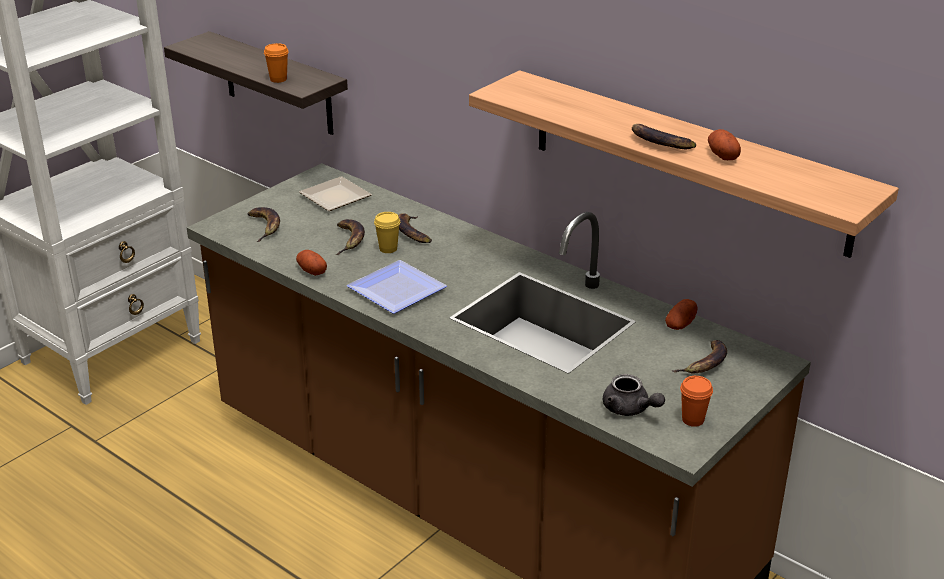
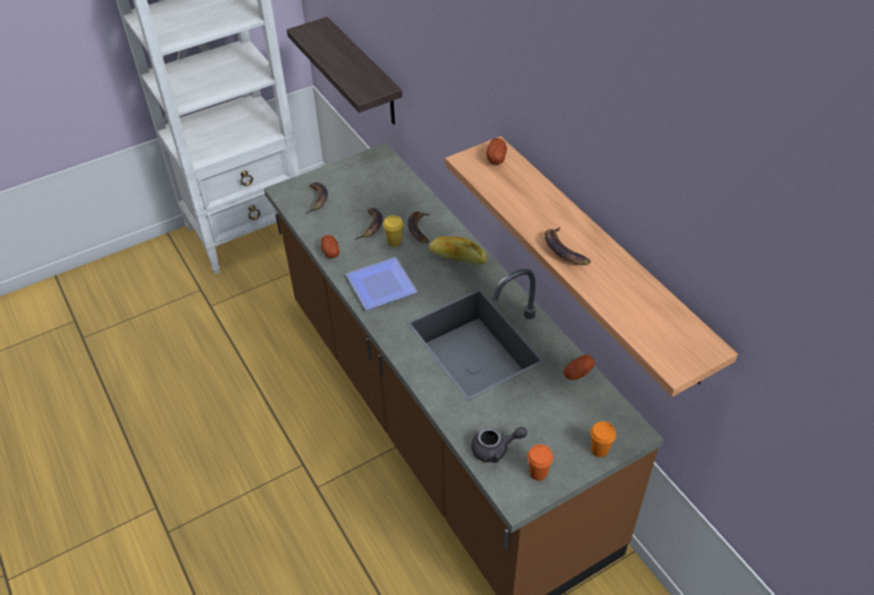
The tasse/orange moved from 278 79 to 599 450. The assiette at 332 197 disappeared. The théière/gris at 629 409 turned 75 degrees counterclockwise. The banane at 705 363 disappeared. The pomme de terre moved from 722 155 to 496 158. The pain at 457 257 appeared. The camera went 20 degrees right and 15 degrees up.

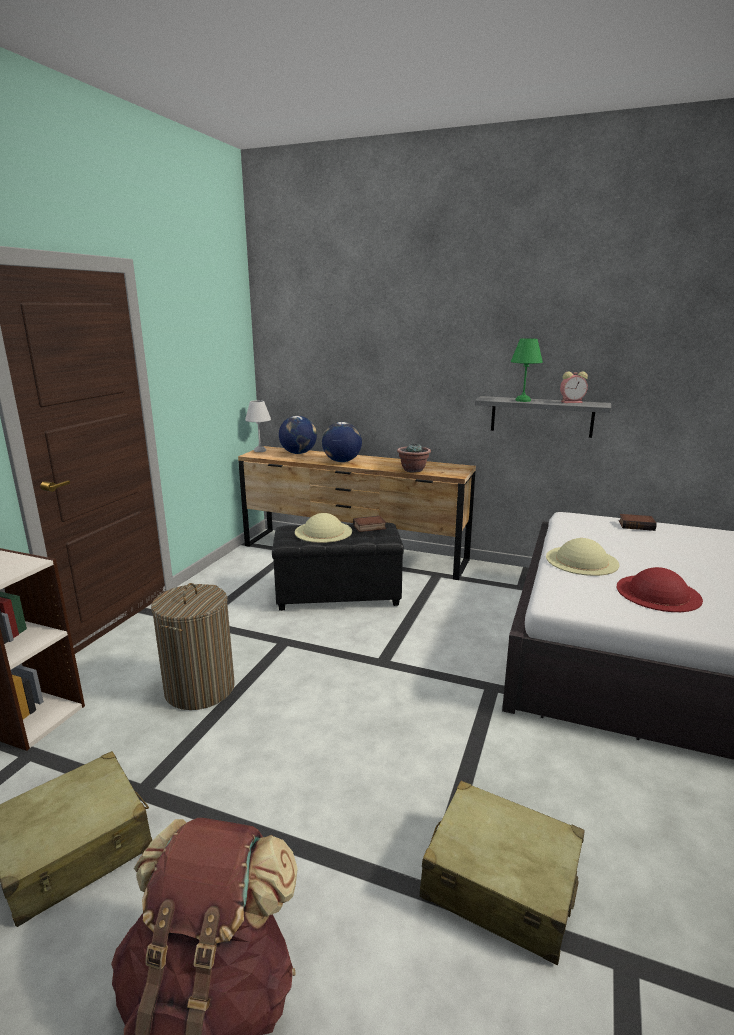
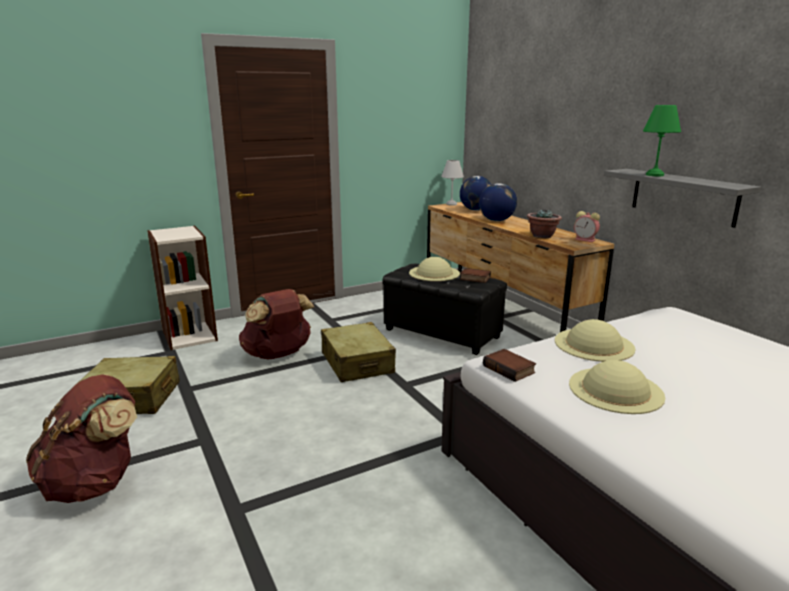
The panier à linge at 199 689 was replaced by the sac à dos/marron at 278 355. The valise/beige moved from 500 883 to 357 363. The réveil moved from 572 402 to 586 240. The chapeau/rouge at 658 593 became the chapeau/beige at 615 390. The livre moved from 636 525 to 510 369. The camera went 40 degrees right and 0 degrees up.

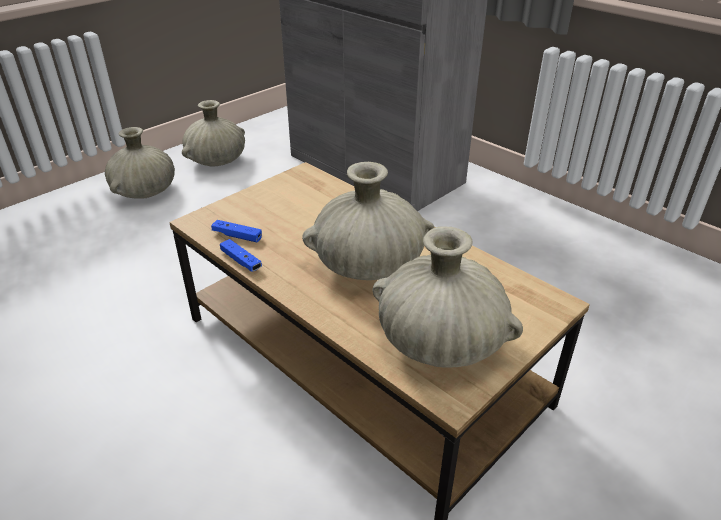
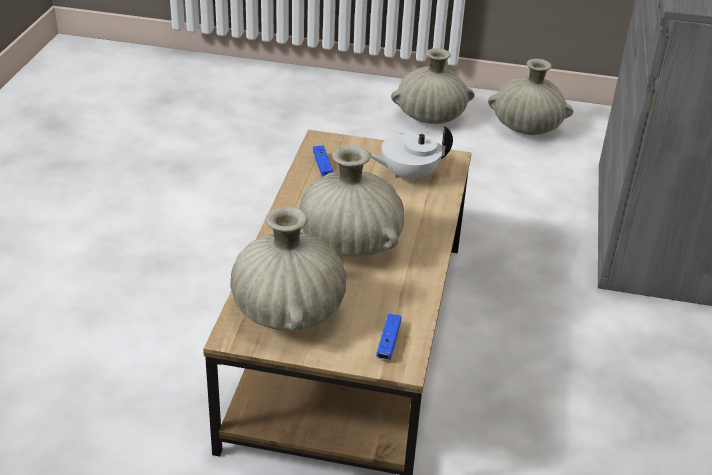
The manette/bleu moved from 241 261 to 388 342. The théière/blanc at 408 175 appeared. The camera went 55 degrees right and 0 degrees up.

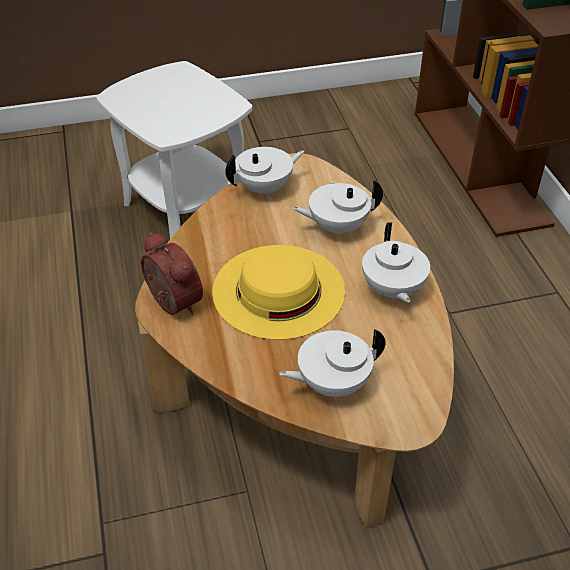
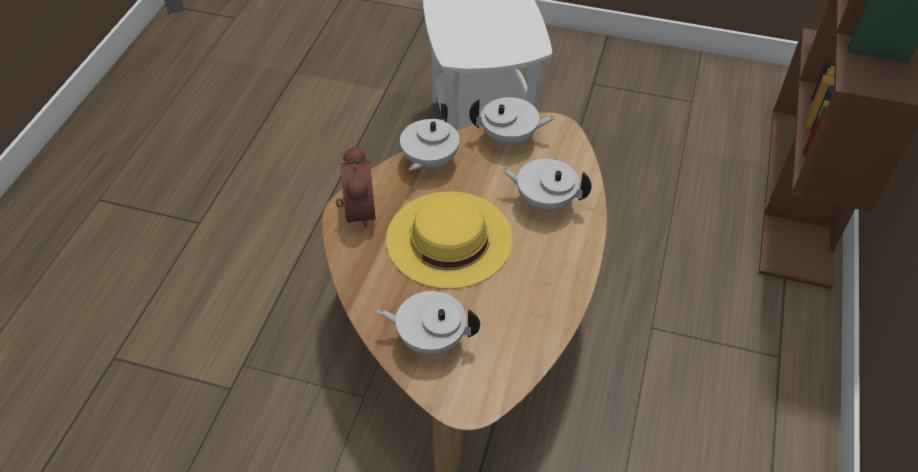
The théière/blanc moved from 392 290 to 429 162. The camera went 30 degrees right and 5 degrees up.

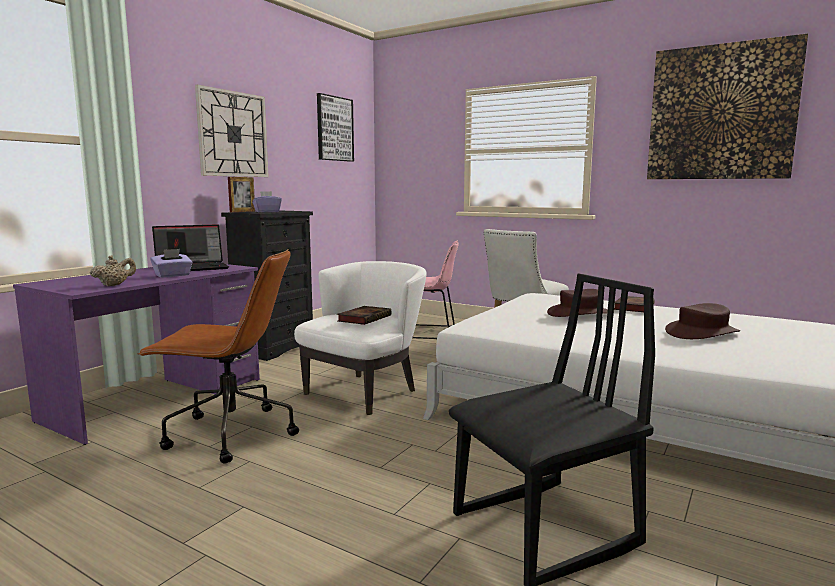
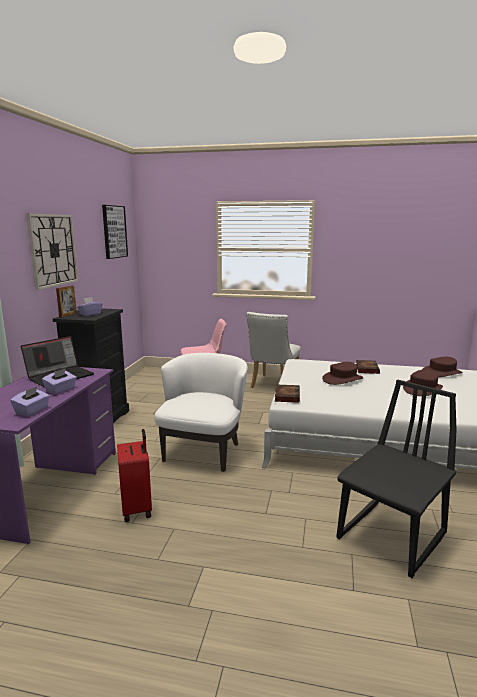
The théière/beige at 114 285 was replaced by the boîte à mouchoirs/violet at 32 411. The chaise de bureau/marron at 229 434 was replaced by the valise/rouge at 137 508. The livre moved from 365 318 to 287 395. The tableau at 721 112 disappeared. The chapeau/marron at 442 373 appeared. The camera went 20 degrees left and 5 degrees up.

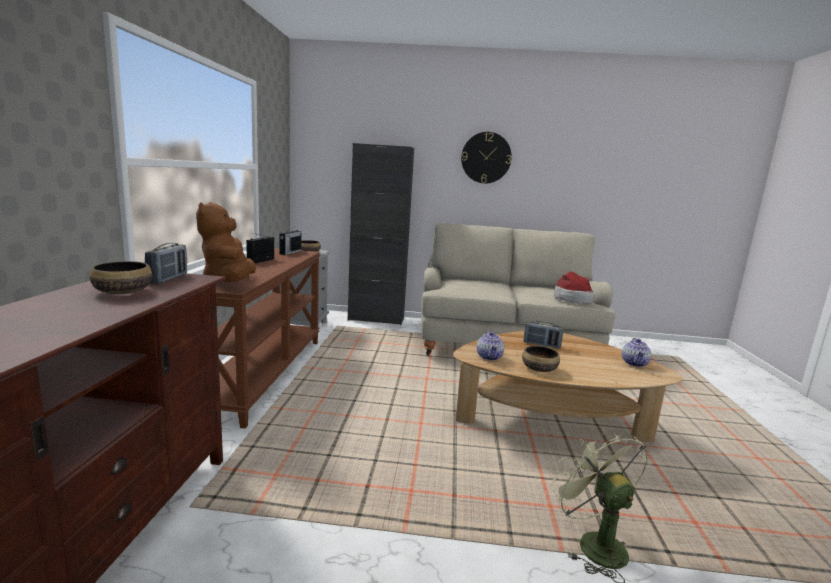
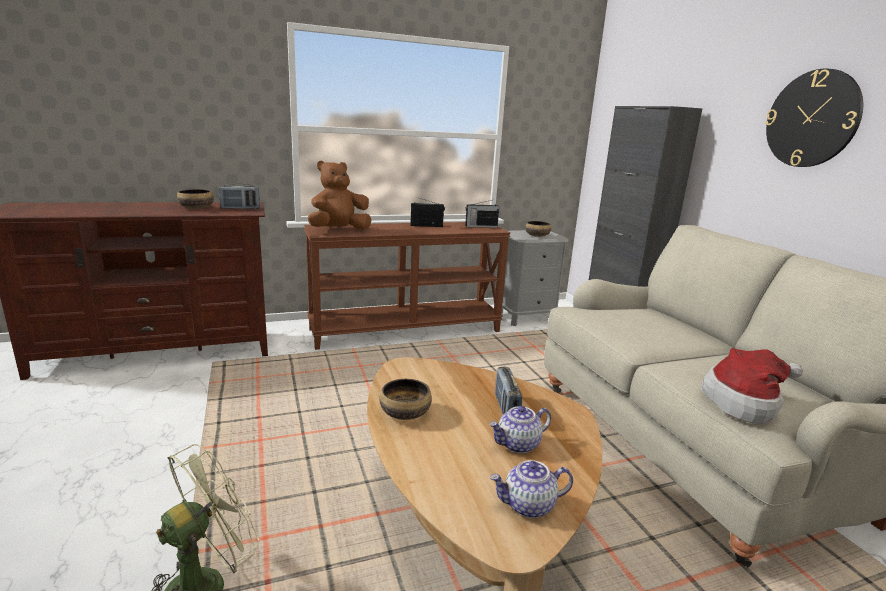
The théière moved from 489 357 to 518 445. The camera went 65 degrees right and 5 degrees up.

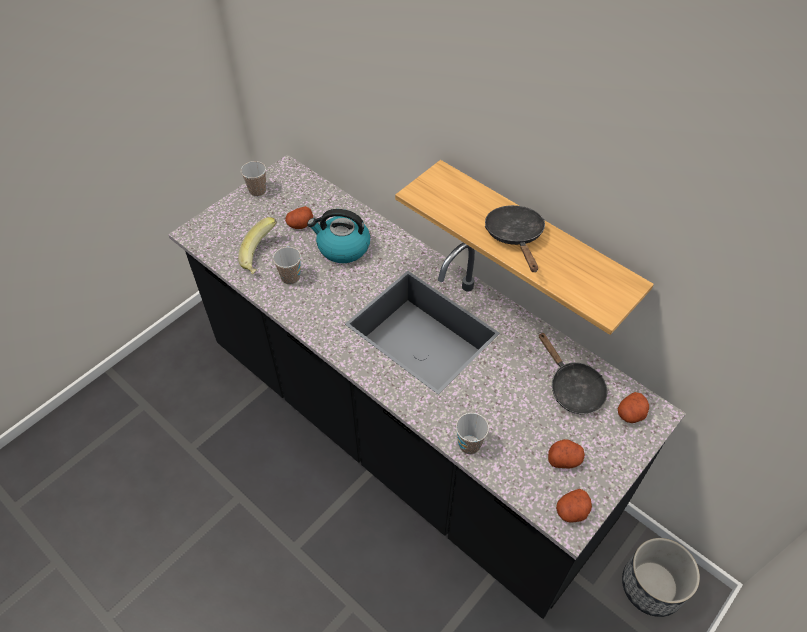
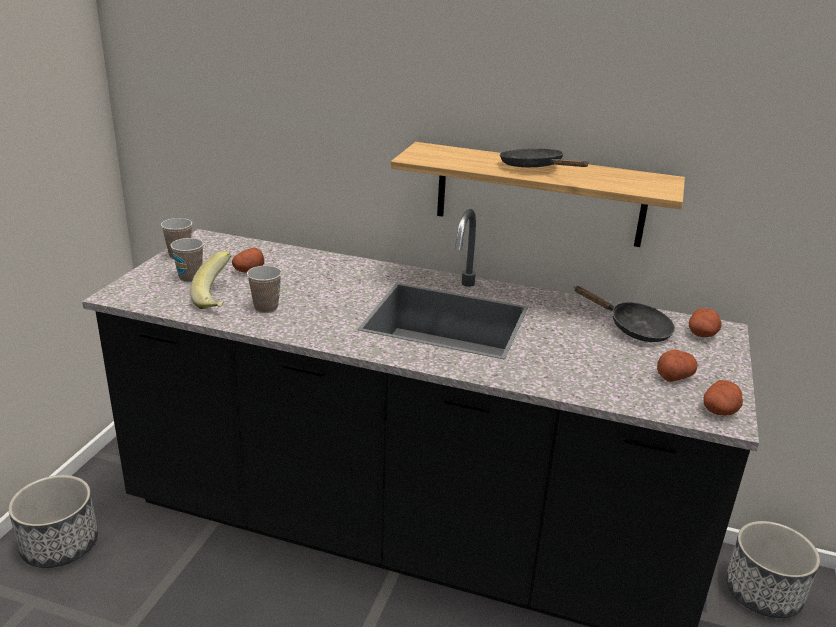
The bouilloire at 342 247 disappeared. The tasse moved from 469 444 to 190 277. The cache-pot at 60 545 appeared. The camera went 25 degrees left and 25 degrees down.

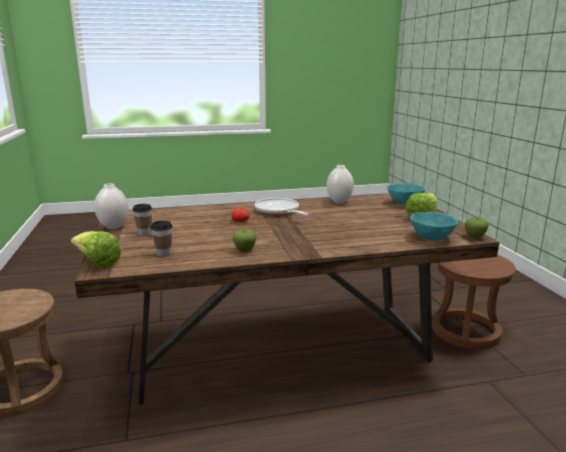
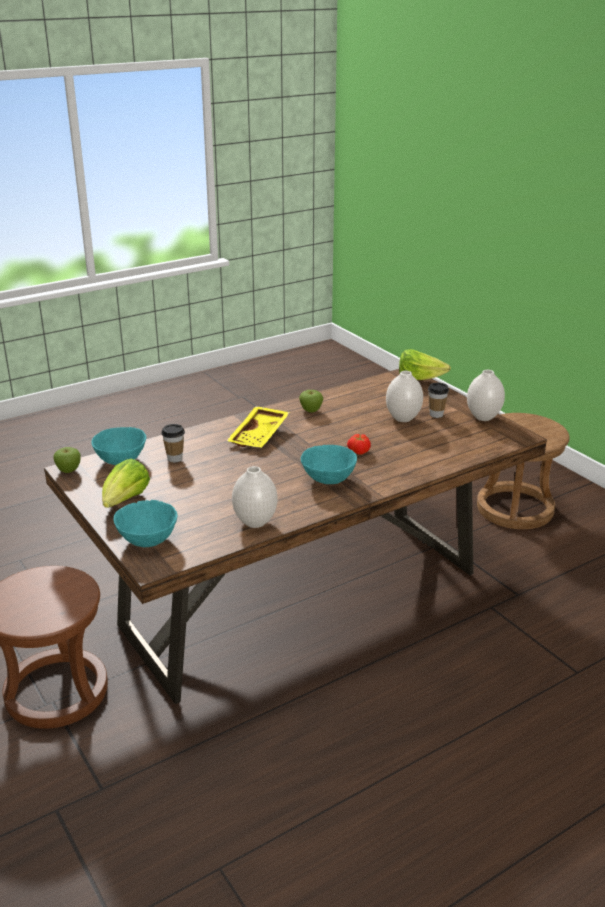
The tasse moved from 163 253 to 175 459. The poêle at 278 211 was replaced by the bol/turquoise at 328 479. The plateau/jaune at 260 435 appeared. The vase/blanc at 403 418 appeared. The camera went 160 degrees right and 10 degrees up.

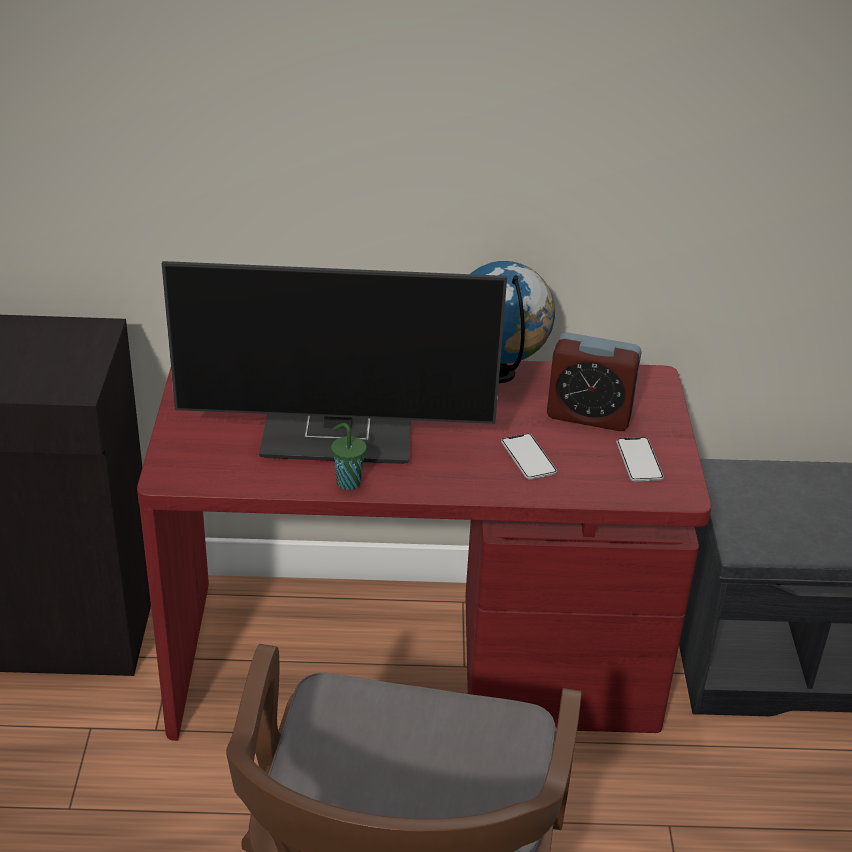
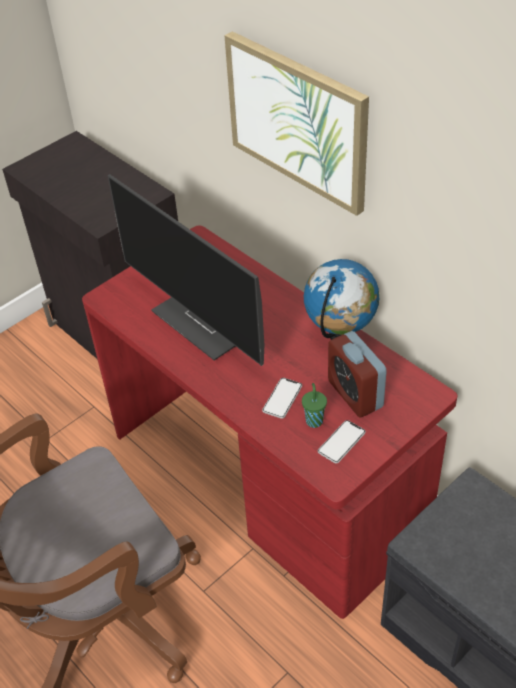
The tasse/vert moved from 347 482 to 314 420. The tableau at 298 121 appeared. The camera went 50 degrees right and 10 degrees up.

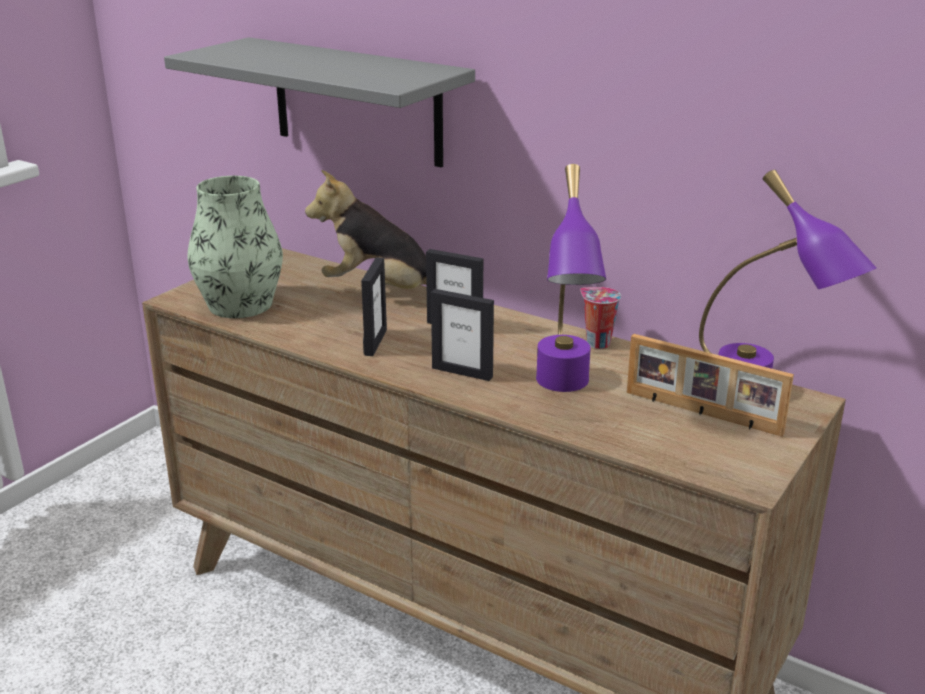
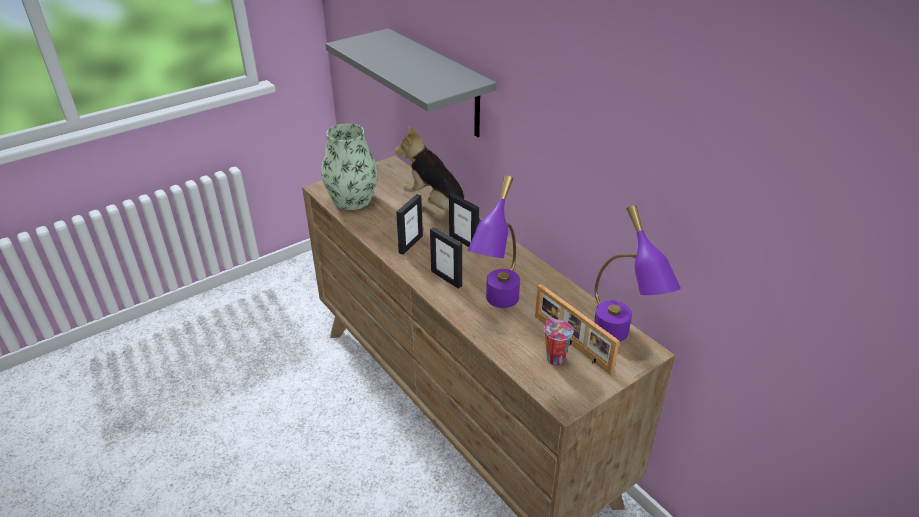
The tasse moved from 596 343 to 554 358. The camera went 20 degrees right and 10 degrees up.

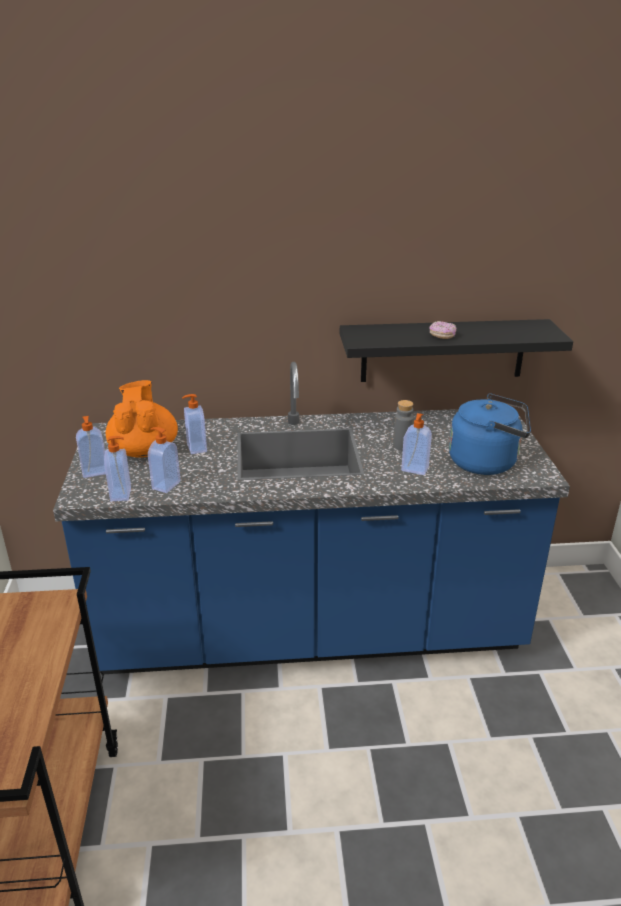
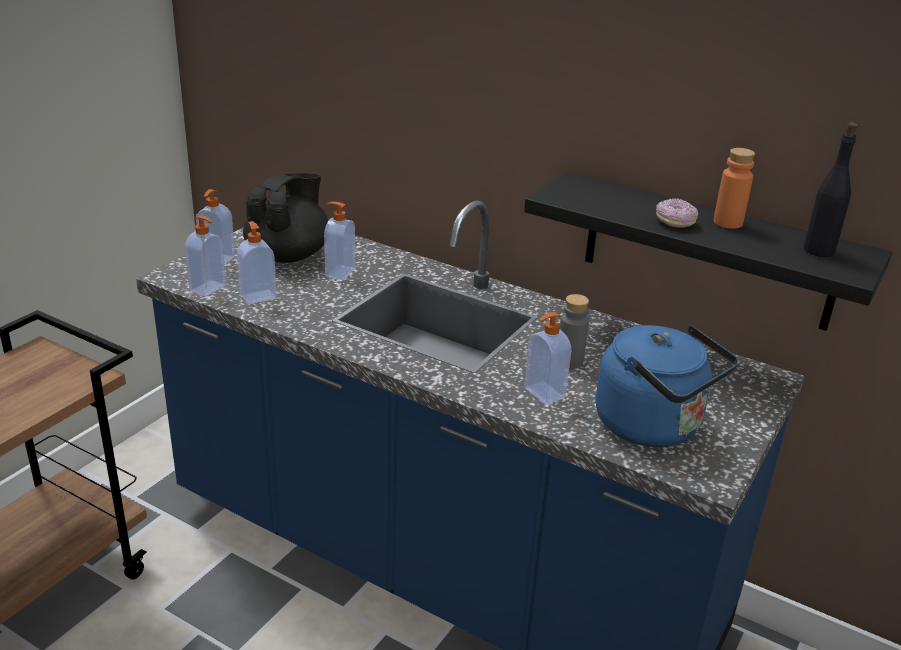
The théière/orange at 144 450 became the théière/noir at 289 255. The bouteille/orange at 727 223 appeared. The bouteille/noir at 819 250 appeared. The camera went 35 degrees right and 0 degrees up.

